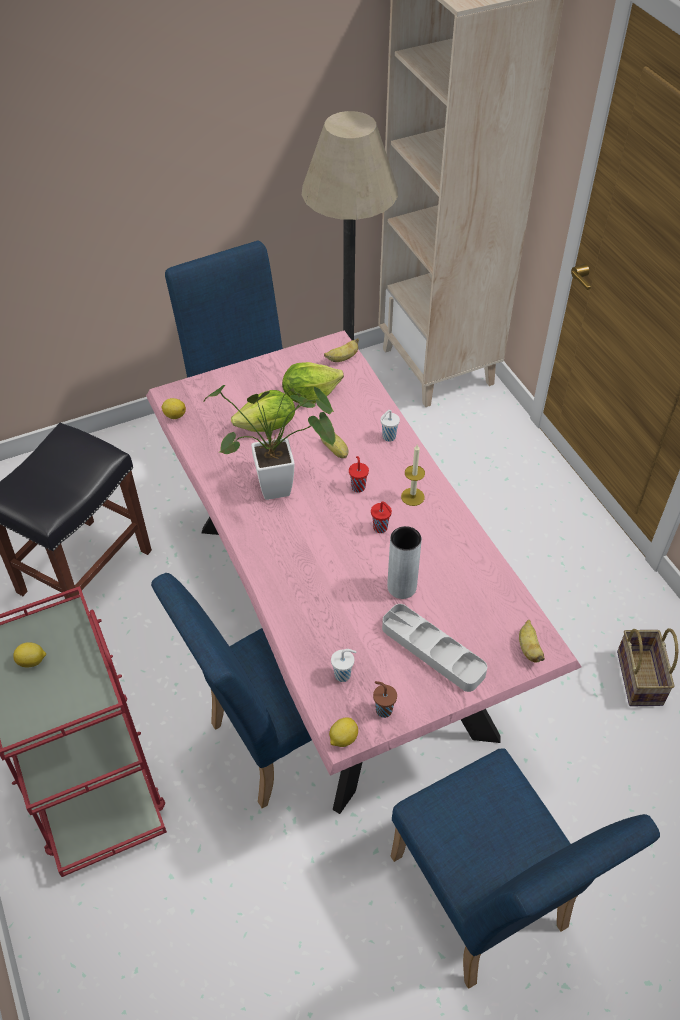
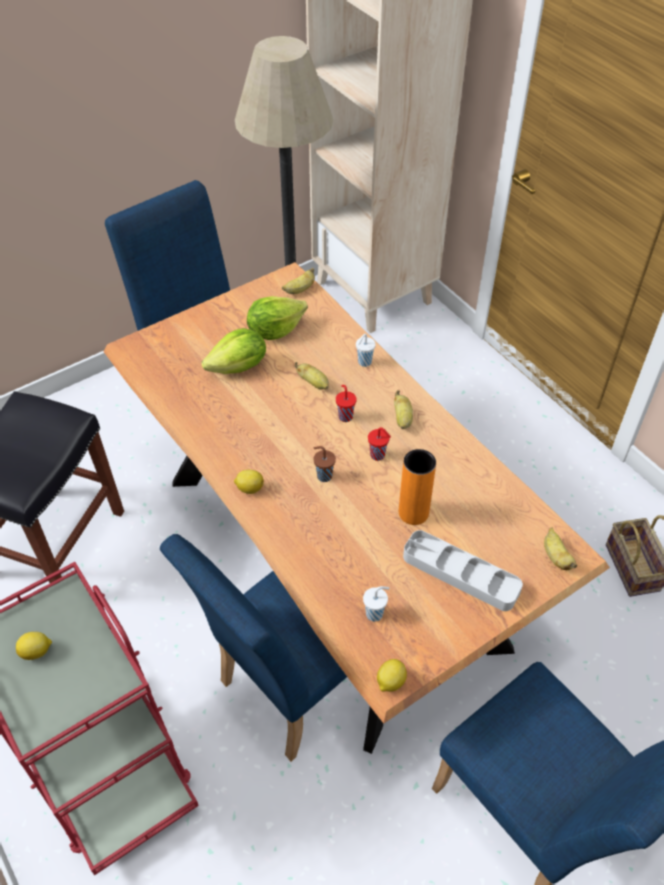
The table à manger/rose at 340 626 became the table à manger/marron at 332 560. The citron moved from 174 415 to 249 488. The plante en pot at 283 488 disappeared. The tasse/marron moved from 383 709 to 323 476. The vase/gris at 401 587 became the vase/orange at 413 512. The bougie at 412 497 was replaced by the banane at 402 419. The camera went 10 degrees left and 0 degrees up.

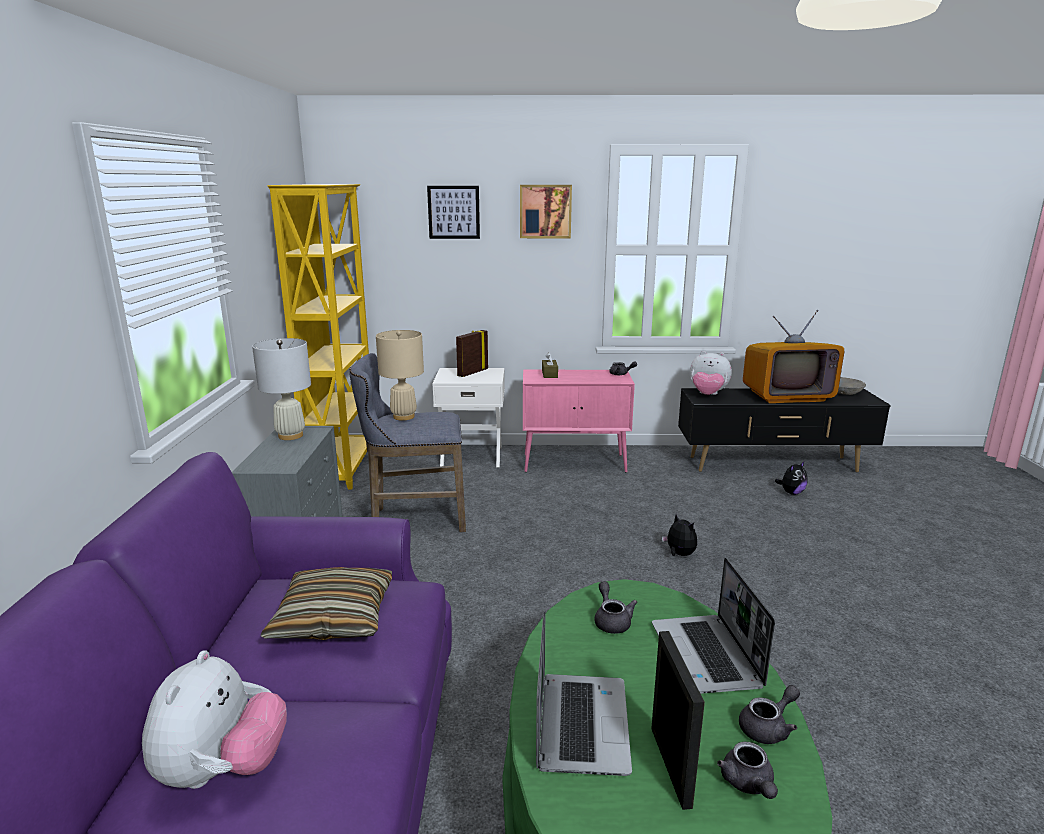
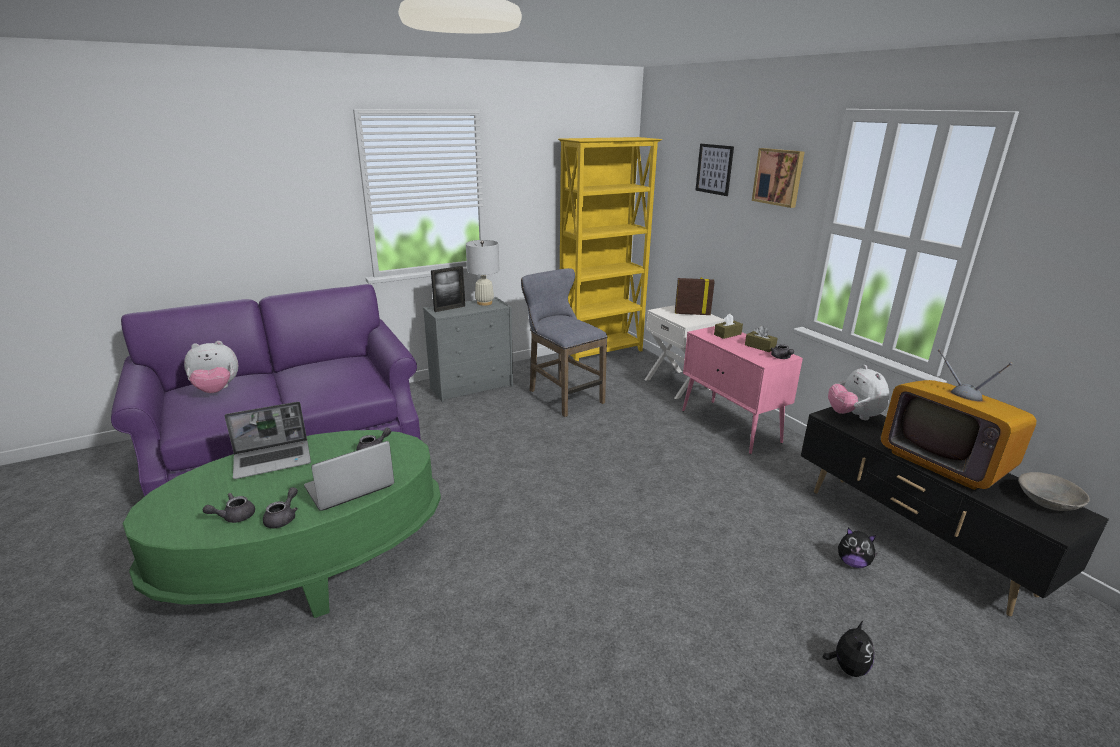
The coussin at 333 617 disappeared. The lampe de table/beige at 403 417 disappeared. The cadre photo moved from 670 766 to 449 308. The peluche moved from 679 554 to 847 667. The théière/gris at 768 728 turned 105 degrees counterclockwise. The boîte à mouchoirs/marron at 760 347 appeared. The camera went 60 degrees right and 5 degrees up.

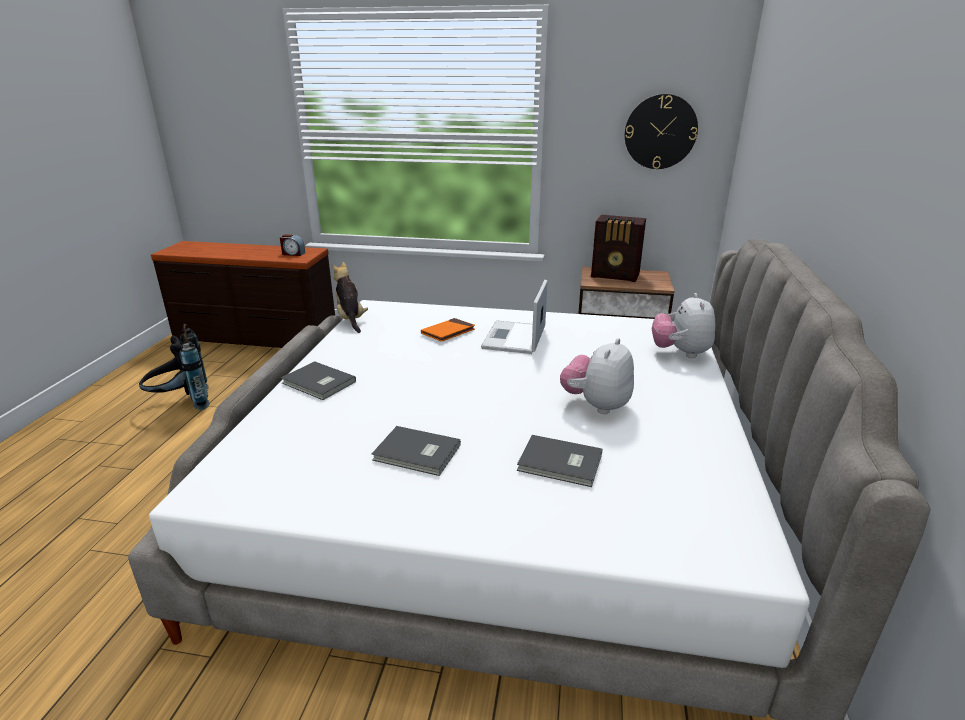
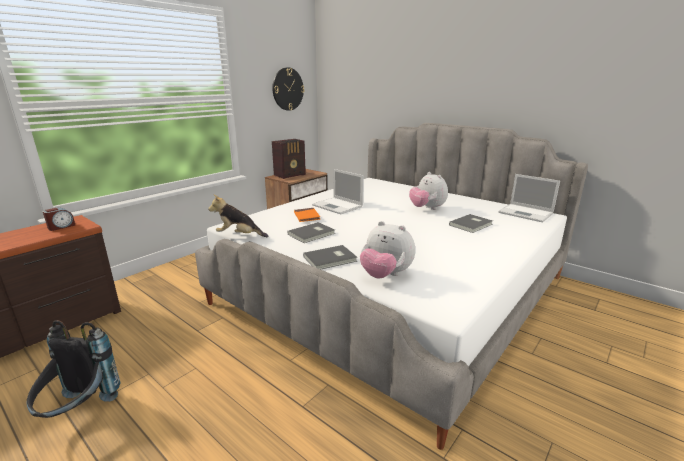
The livre/gris moved from 417 454 to 312 234. The peluche moved from 680 353 to 385 275. The ordinateur portable at 526 213 appeared. The camera went 60 degrees left and 5 degrees down.

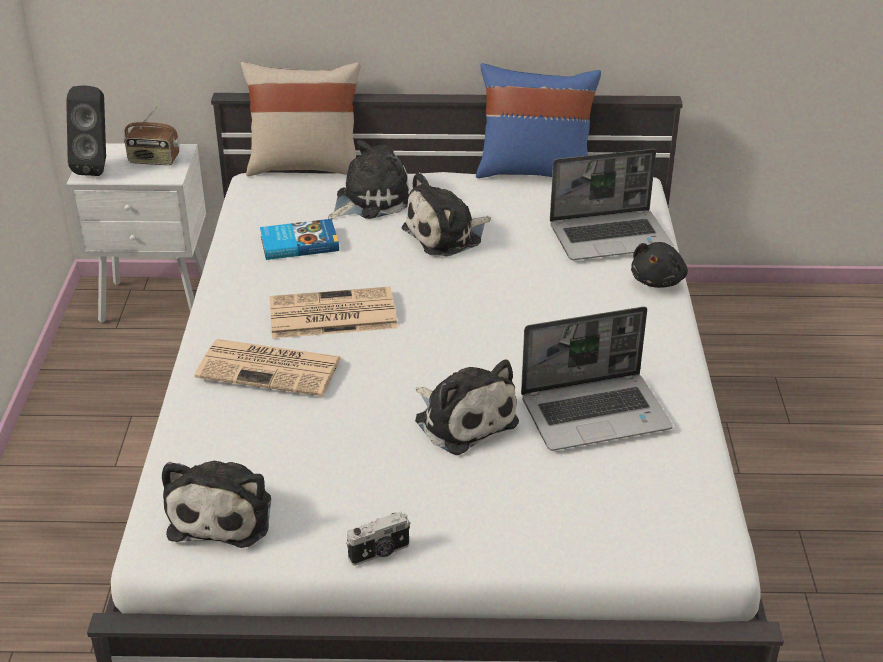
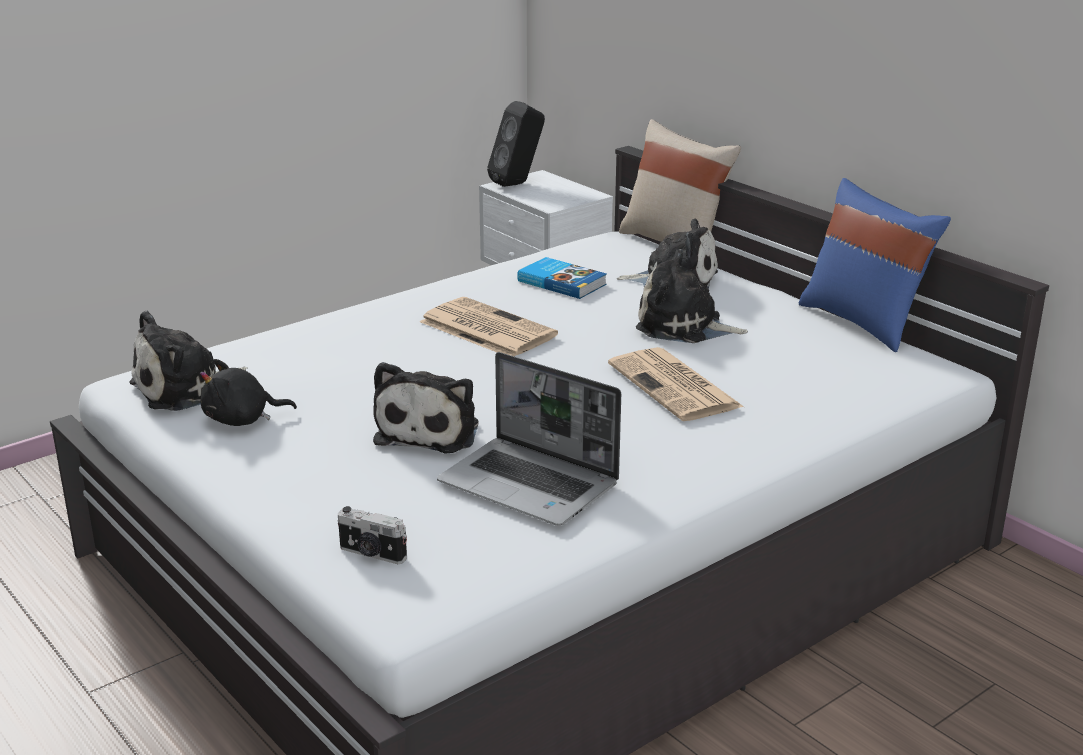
The radio at 154 160 disappeared. The journal moved from 271 368 to 676 386. The appareil photo moved from 380 553 to 372 554. The ordinateur portable at 611 237 disappeared. The peluche/noir moved from 658 280 to 242 419. The camera went 50 degrees right and 10 degrees down.

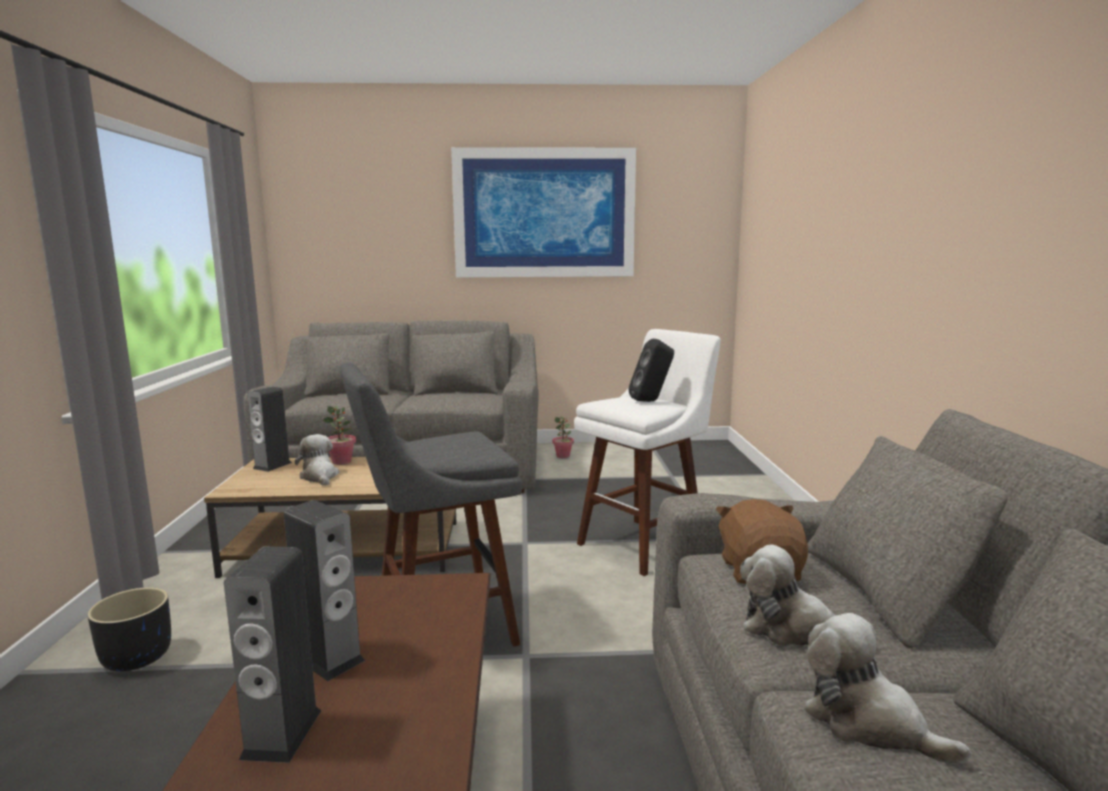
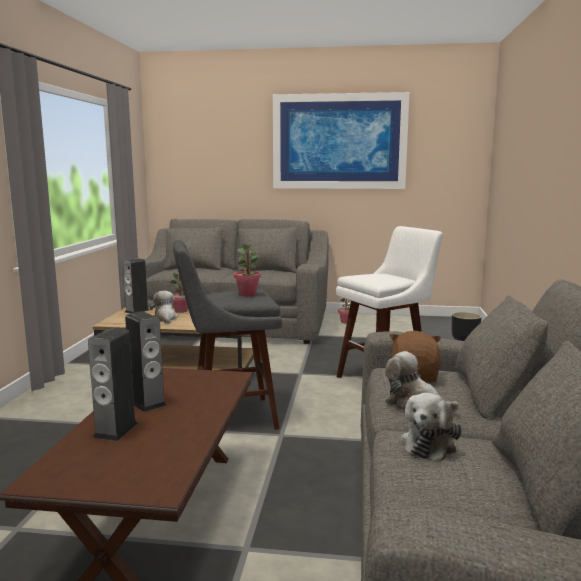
The cache-pot/noir moved from 136 657 to 464 339. The enceinte/noir at 651 401 disappeared. The peluche at 868 722 turned 120 degrees counterclockwise. The plante en pot at 247 294 appeared. The camera went 10 degrees right and 0 degrees up.

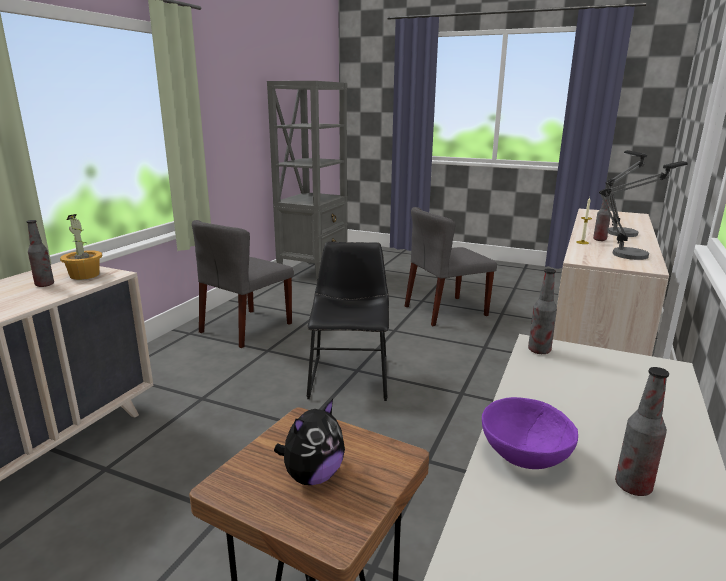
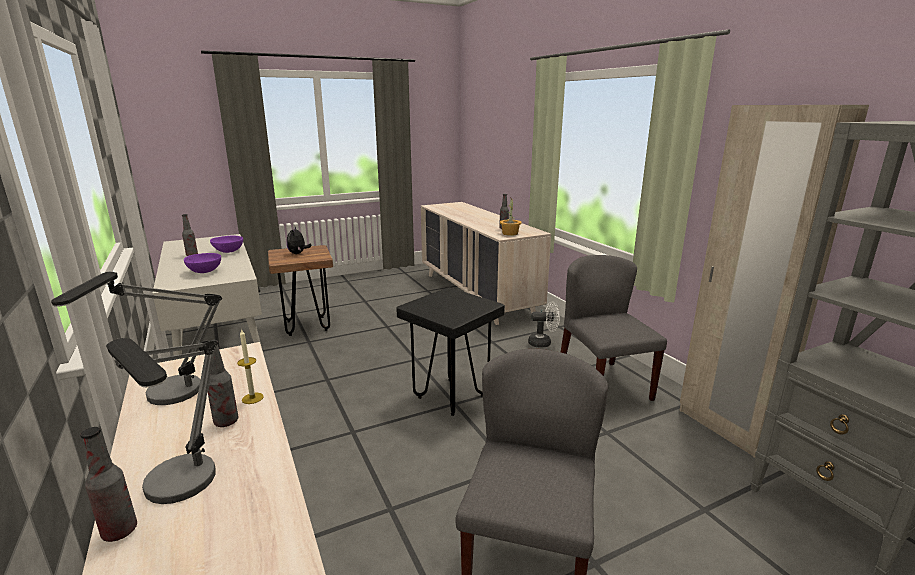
The chaise/noir at 349 375 was replaced by the tabouret/noir at 451 397. The bouteille moved from 539 350 to 120 531. The bol/violet at 205 272 appeared. The ventilateur/blanc at 543 343 appeared. The armoire/beige at 725 428 appeared. The camera went 130 degrees right and 0 degrees up.

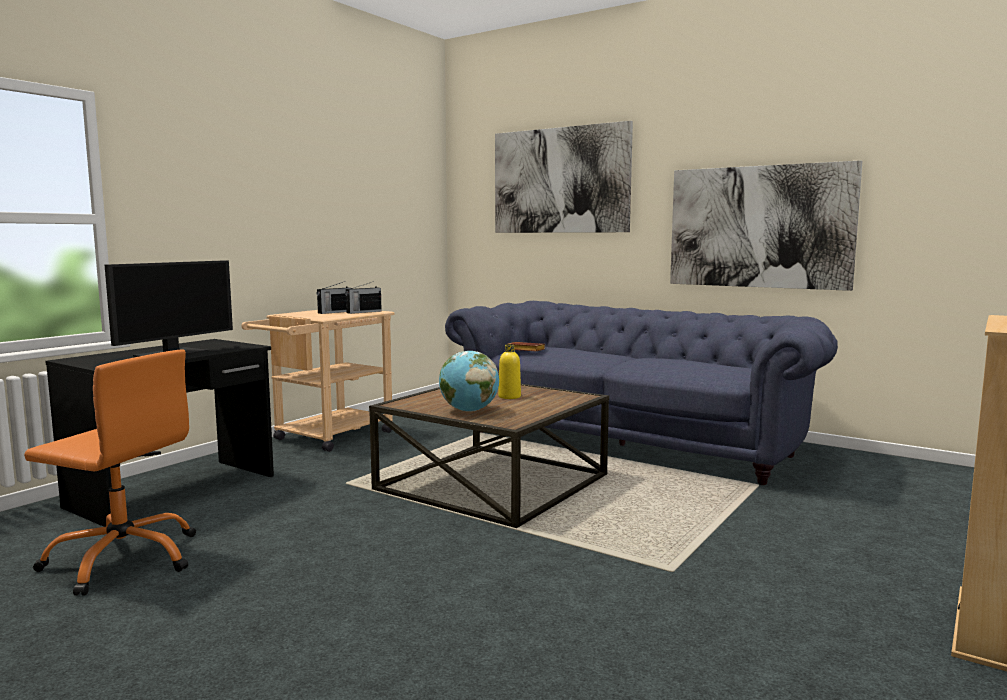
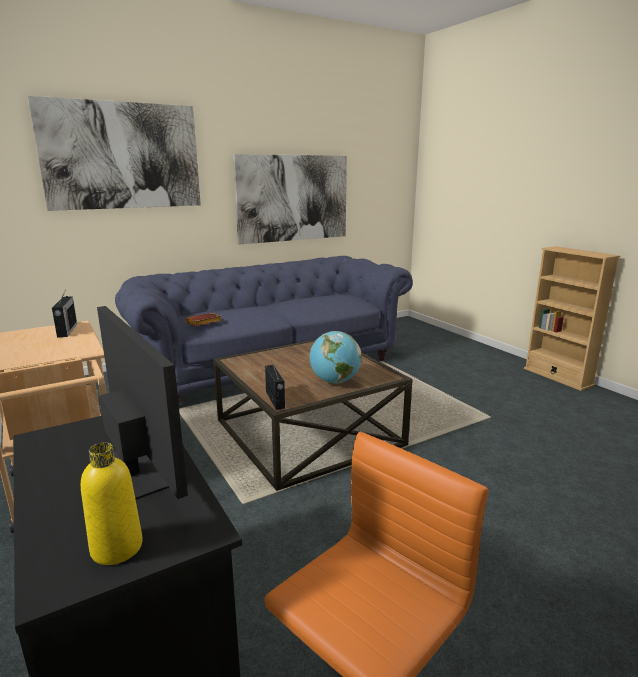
The radio moved from 334 312 to 275 400. The bouteille/jaune moved from 509 397 to 117 547. The camera went 65 degrees left and 10 degrees up.

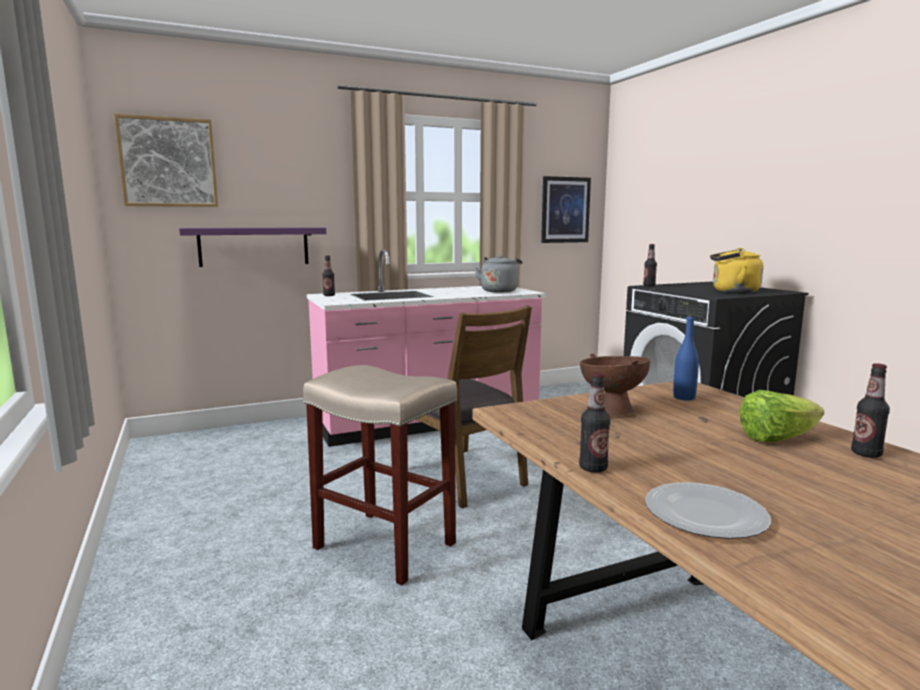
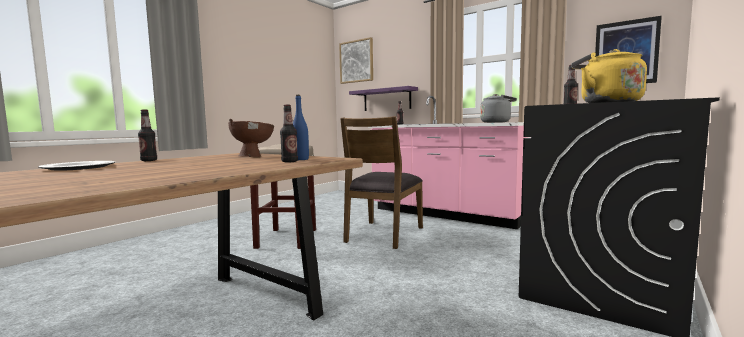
The laitue at 776 439 disappeared. The bouteille moved from 866 454 to 289 161. The camera went 60 degrees right and 5 degrees down.

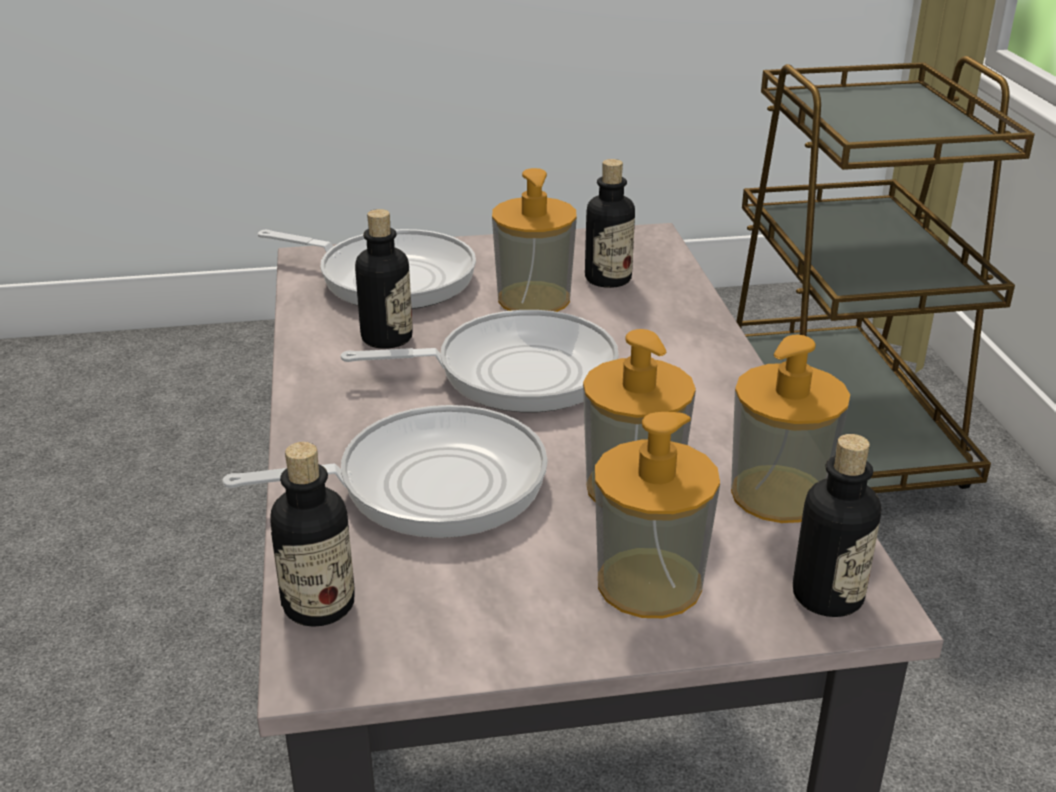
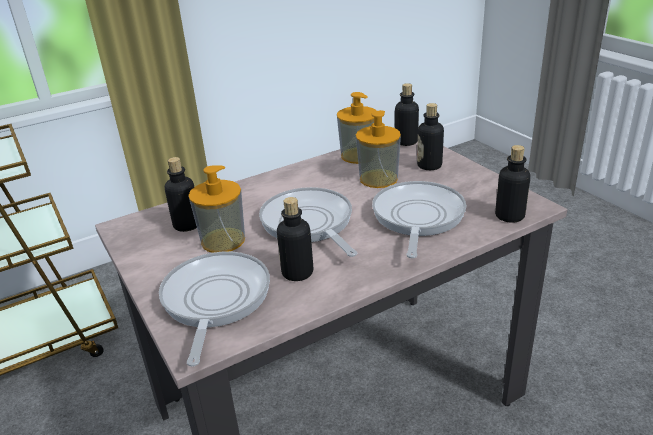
The poêle at 428 484 turned 45 degrees clockwise. The distributeur de savon at 649 583 was replaced by the bouteille at 429 165. The camera went 110 degrees left and 0 degrees up.

